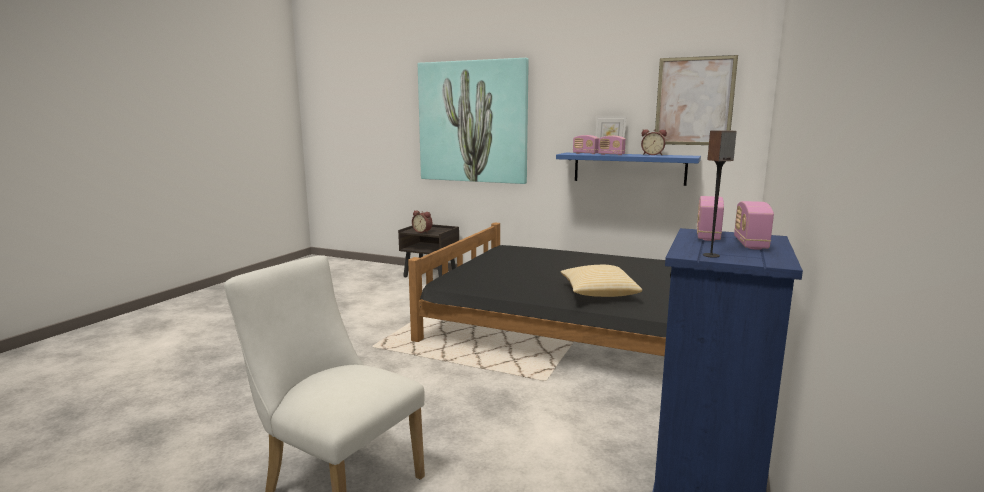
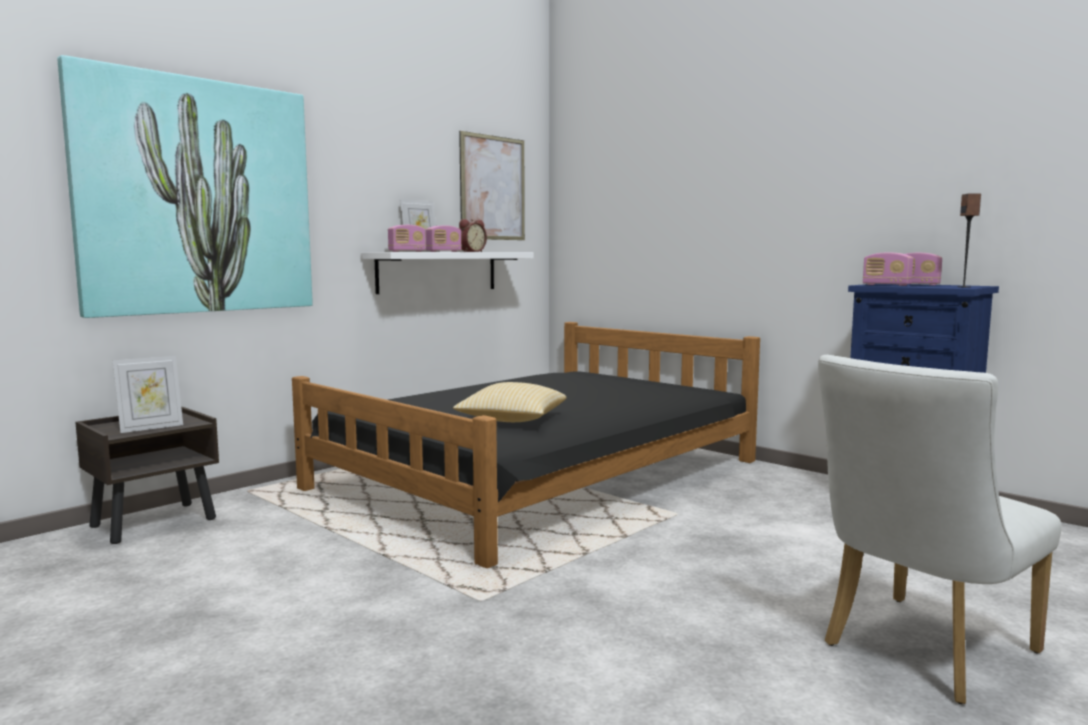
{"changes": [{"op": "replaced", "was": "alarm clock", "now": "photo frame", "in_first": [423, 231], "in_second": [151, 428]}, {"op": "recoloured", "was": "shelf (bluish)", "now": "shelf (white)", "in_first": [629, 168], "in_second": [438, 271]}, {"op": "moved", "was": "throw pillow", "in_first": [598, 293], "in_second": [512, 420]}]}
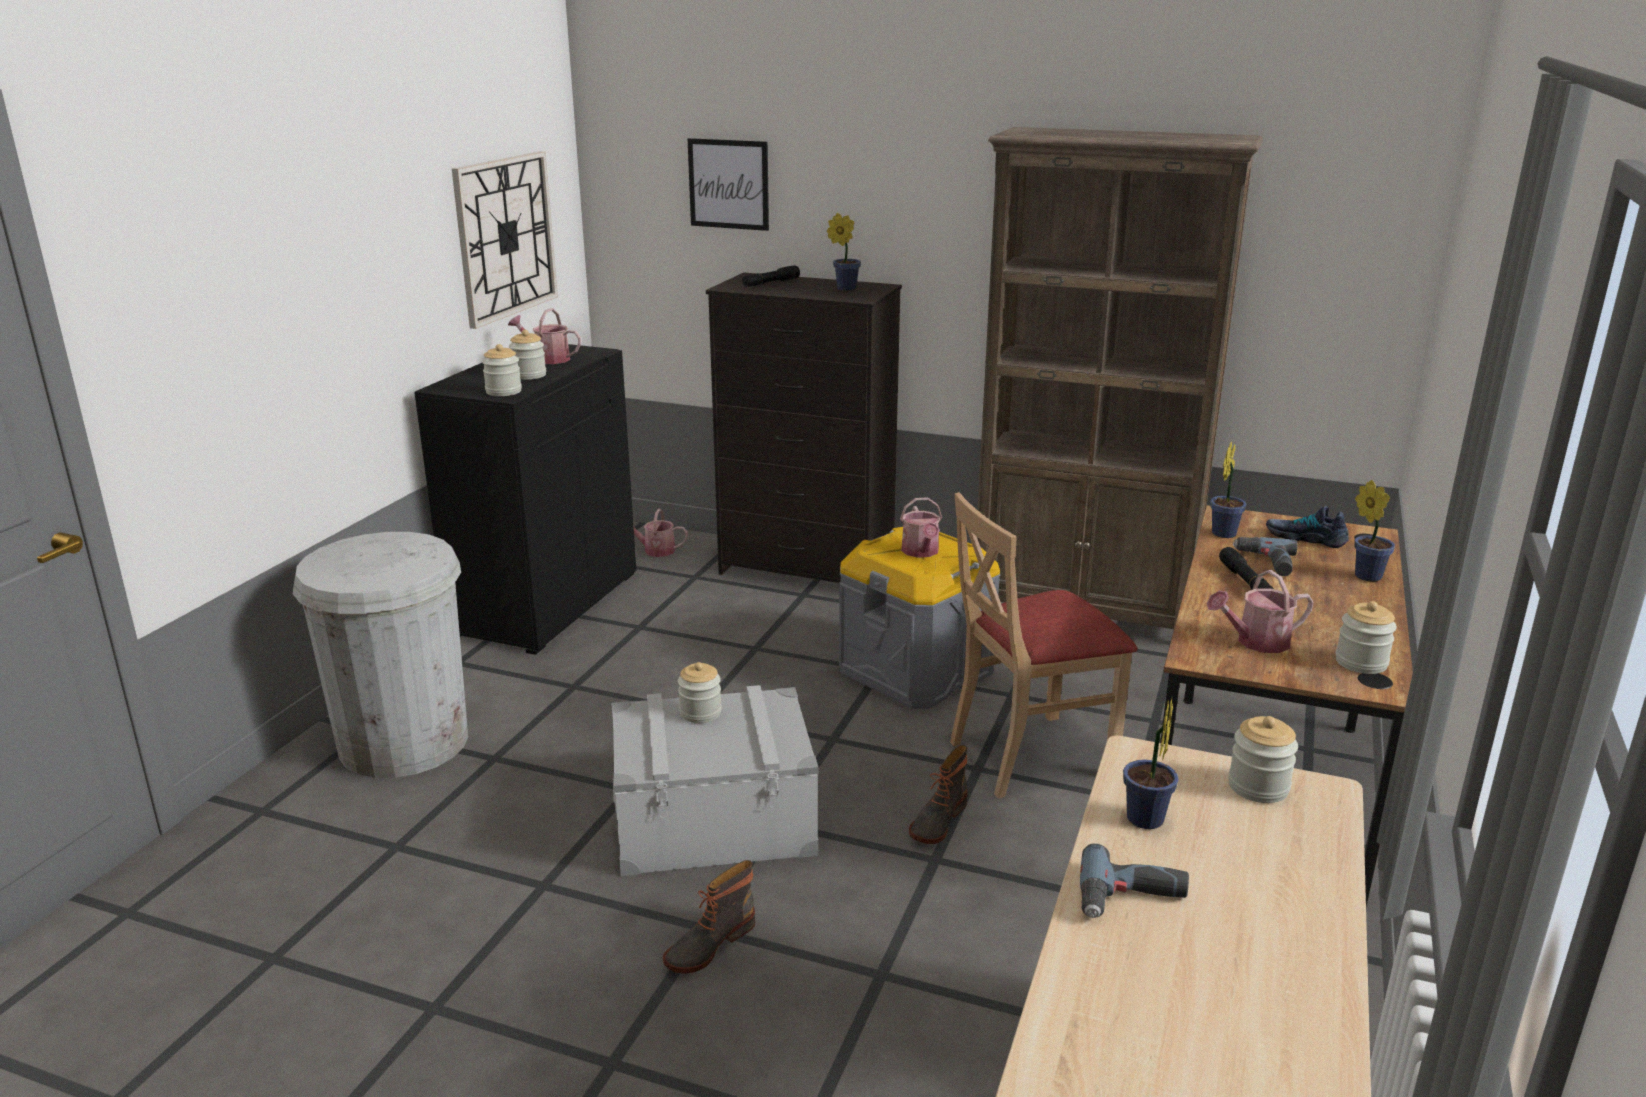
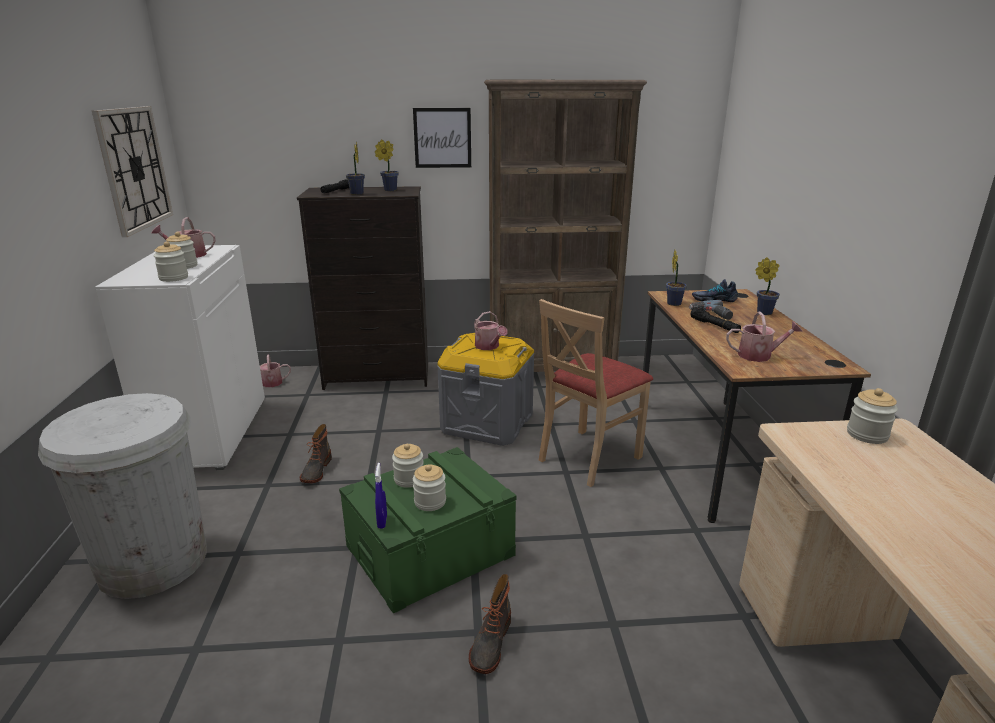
{"changes": [{"op": "recoloured", "was": "cabinet (black-coloured)", "now": "cabinet (white)", "in_first": [545, 603], "in_second": [209, 432]}, {"op": "recoloured", "was": "storage container (grey)", "now": "storage container (green)", "in_first": [714, 818], "in_second": [430, 550]}, {"op": "moved", "was": "wall art", "in_first": [729, 184], "in_second": [442, 138]}, {"op": "moved", "was": "high-top boot", "in_first": [937, 821], "in_second": [316, 470]}, {"op": "removed", "was": "power drill", "in_first": [1131, 900]}, {"op": "moved", "was": "plant in a pot", "in_first": [1144, 822], "in_second": [356, 194]}, {"op": "turned", "was": "sprinkling can", "in_first": [1256, 642], "in_second": [759, 355], "clockwise": -135}, {"op": "moved", "was": "storage jar", "in_first": [1361, 663], "in_second": [430, 502]}, {"op": "added", "now": "hand sprayer (bluish)", "in_second": [382, 521]}]}
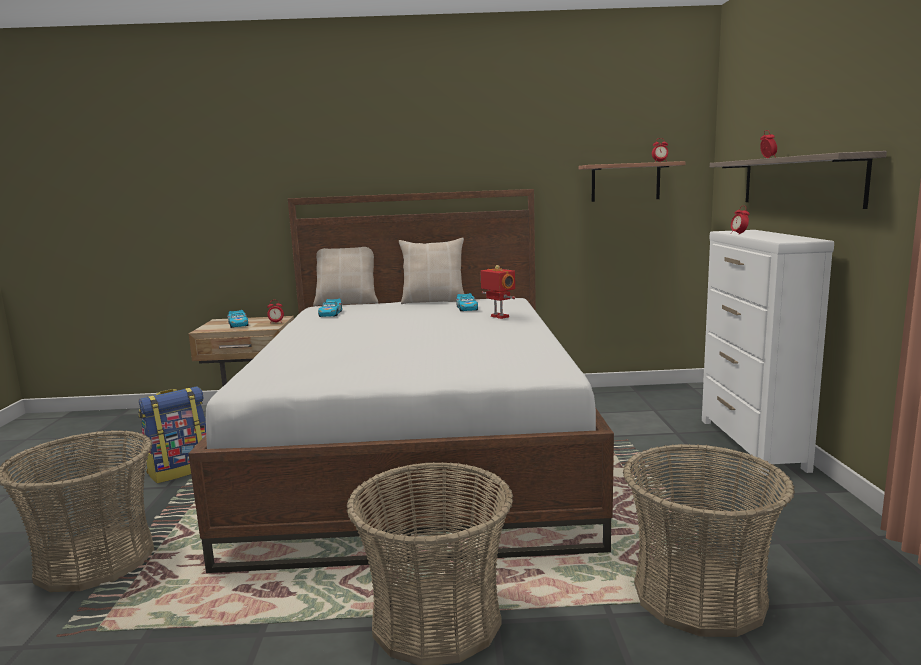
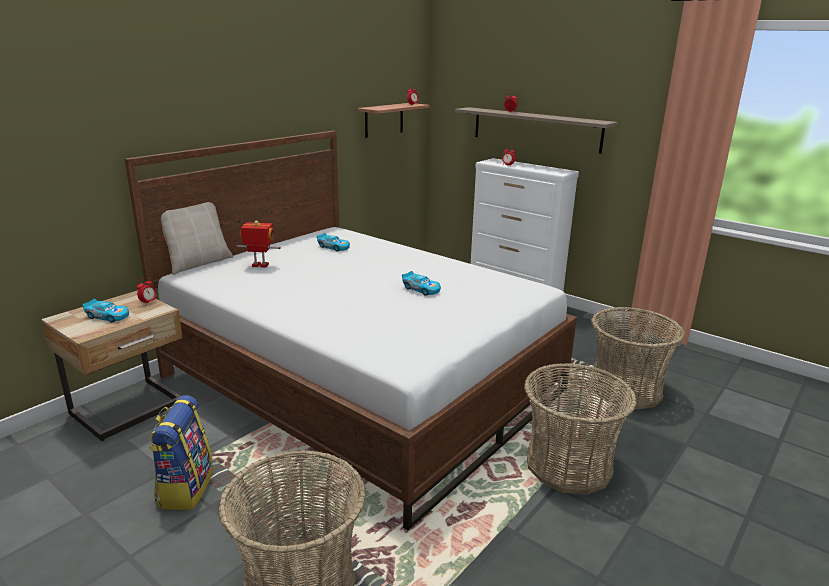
{"changes": [{"op": "moved", "was": "miniature car", "in_first": [330, 314], "in_second": [421, 289]}, {"op": "removed", "was": "throw pillow (beige-coloured)", "in_first": [434, 301]}, {"op": "moved", "was": "toy robot", "in_first": [498, 317], "in_second": [260, 265]}]}
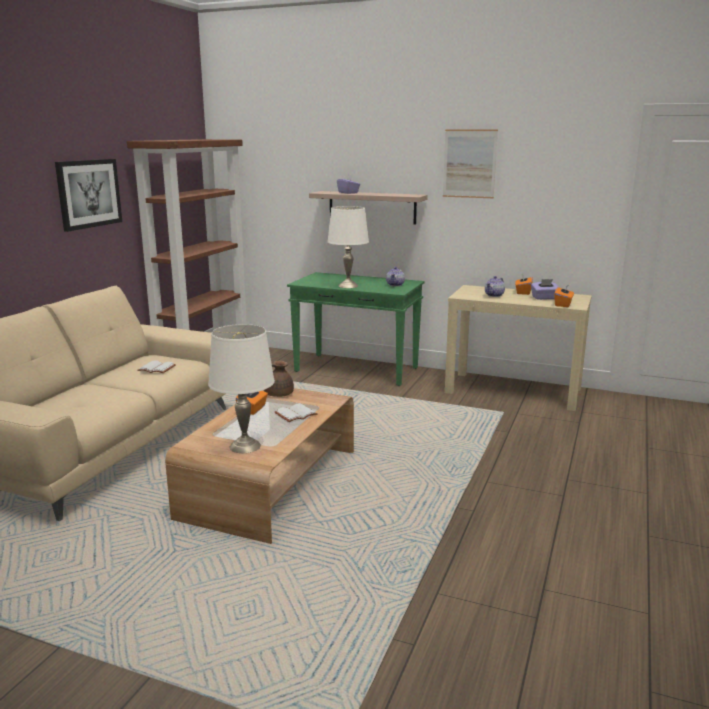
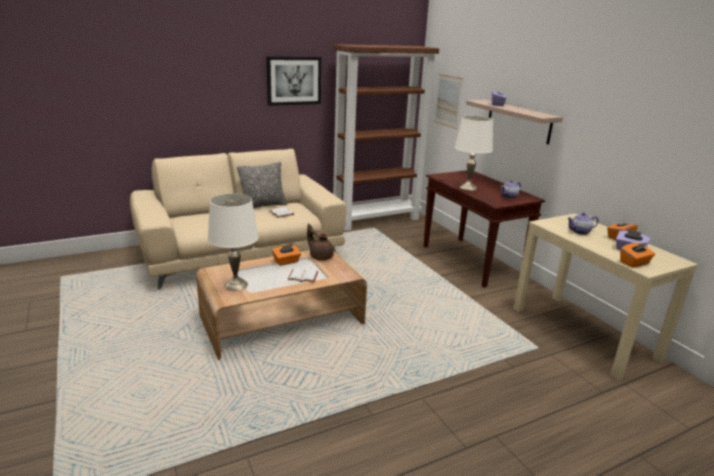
{"changes": [{"op": "recoloured", "was": "narrow table (green)", "now": "narrow table (brownish)", "in_first": [357, 370], "in_second": [472, 262]}, {"op": "moved", "was": "wall art", "in_first": [469, 164], "in_second": [448, 101]}, {"op": "added", "now": "throw pillow", "in_second": [263, 206]}]}
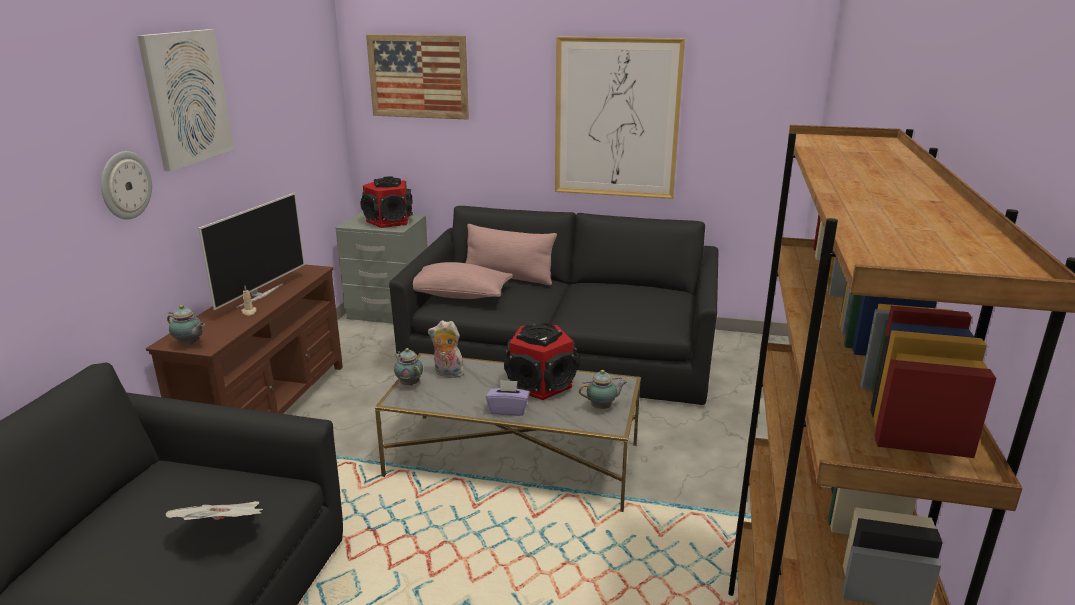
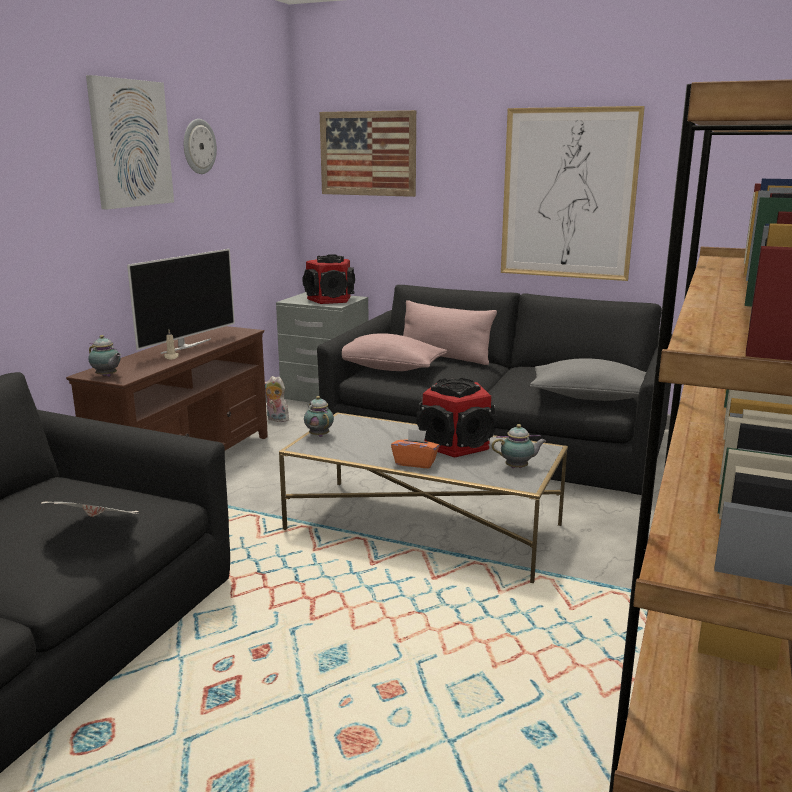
{"changes": [{"op": "moved", "was": "hanging clock", "in_first": [125, 185], "in_second": [198, 146]}, {"op": "moved", "was": "cuddly toy", "in_first": [447, 374], "in_second": [276, 419]}, {"op": "recoloured", "was": "tissue holder (purple-coloured)", "now": "tissue holder (orange-coloured)", "in_first": [508, 410], "in_second": [415, 463]}, {"op": "added", "now": "throw pillow (grey)", "in_second": [591, 397]}]}
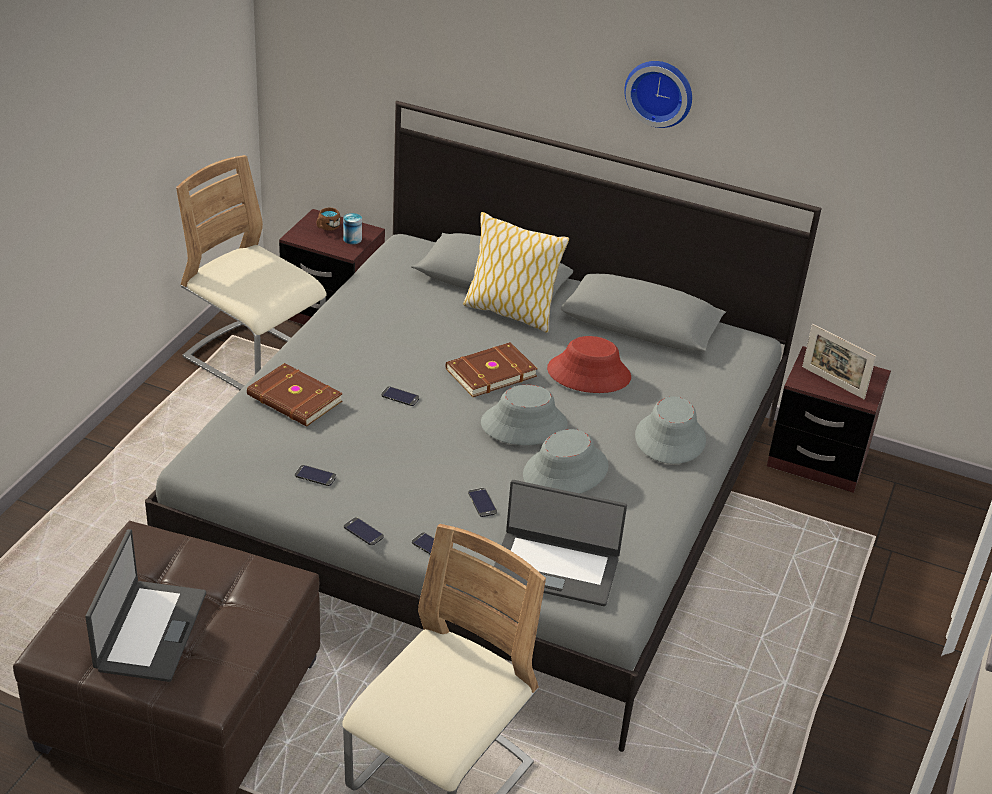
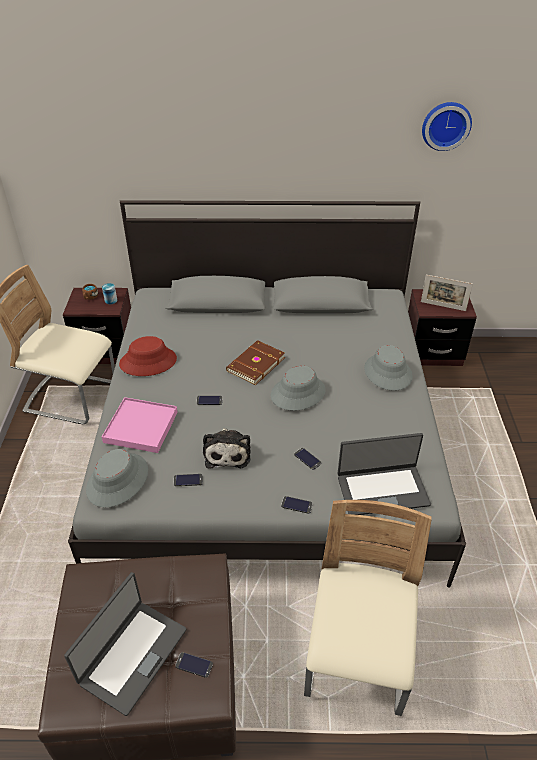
{"changes": [{"op": "turned", "was": "portable computer", "in_first": [149, 631], "in_second": [132, 655], "clockwise": 45}, {"op": "replaced", "was": "volume (brownish)", "now": "serving tray (pink-coloured)", "in_first": [294, 399], "in_second": [141, 427]}, {"op": "moved", "was": "phone", "in_first": [363, 531], "in_second": [194, 665]}, {"op": "removed", "was": "throw pillow", "in_first": [510, 312]}, {"op": "moved", "was": "wearable hat (grey)", "in_first": [565, 471], "in_second": [118, 480]}, {"op": "moved", "was": "wearable hat (reddish)", "in_first": [589, 373], "in_second": [148, 361]}, {"op": "moved", "was": "hanging clock", "in_first": [660, 92], "in_second": [445, 125]}, {"op": "added", "now": "cuddly toy", "in_second": [227, 452]}]}
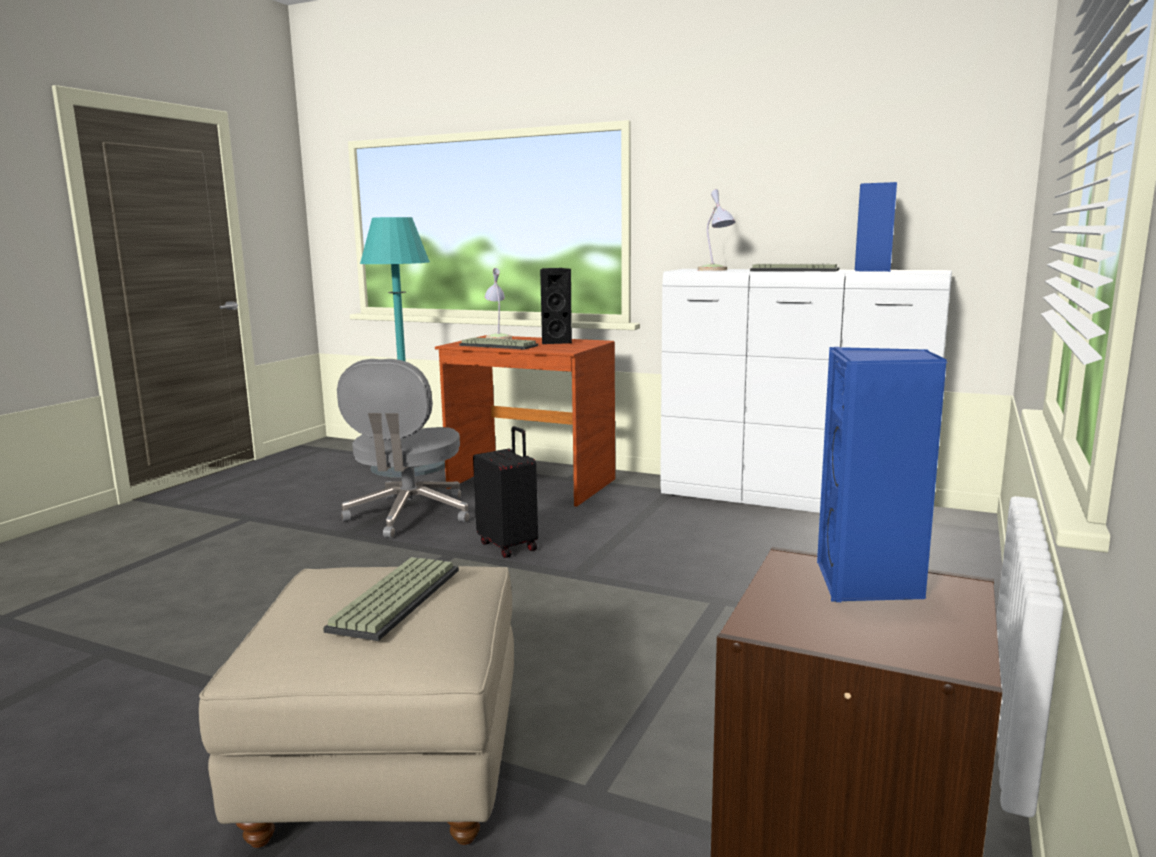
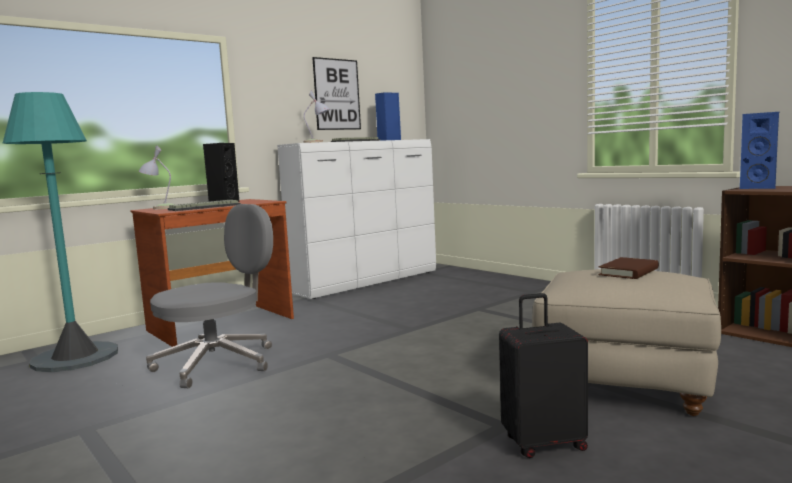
{"changes": [{"op": "replaced", "was": "PC keyboard", "now": "volume (brownish)", "in_first": [395, 598], "in_second": [629, 272]}, {"op": "turned", "was": "desk chair (grey)", "in_first": [409, 515], "in_second": [218, 363], "clockwise": -75}, {"op": "moved", "was": "suitcase (black-coloured)", "in_first": [509, 546], "in_second": [543, 443]}, {"op": "added", "now": "wall art", "in_second": [337, 94]}]}
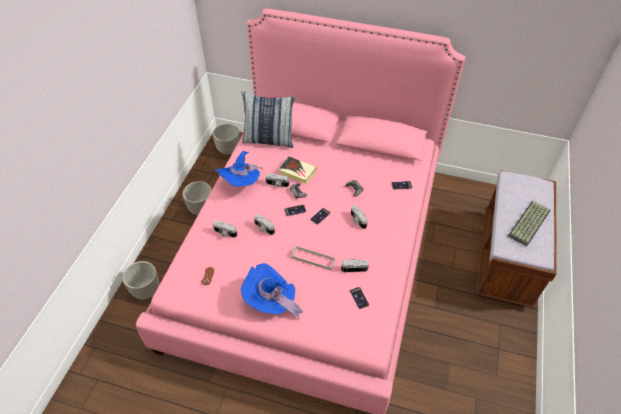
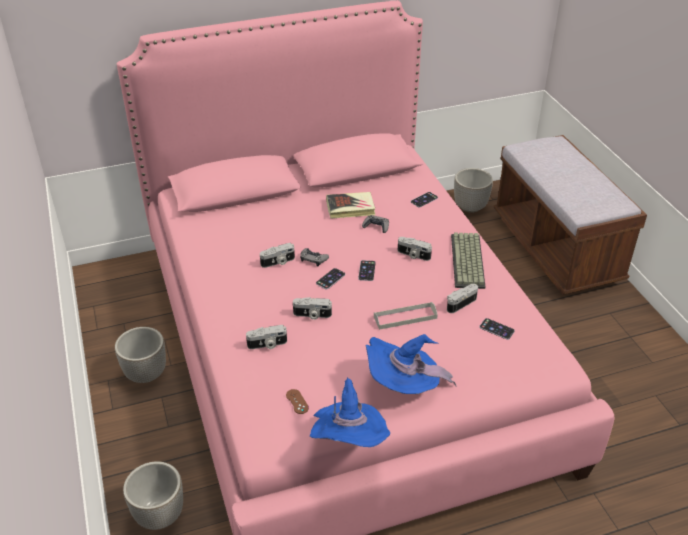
{"changes": [{"op": "moved", "was": "flower pot", "in_first": [228, 150], "in_second": [469, 207]}, {"op": "moved", "was": "wearable hat (bluish)", "in_first": [241, 184], "in_second": [349, 442]}, {"op": "removed", "was": "throw pillow", "in_first": [269, 140]}, {"op": "moved", "was": "volume", "in_first": [297, 172], "in_second": [350, 208]}, {"op": "moved", "was": "PC keyboard", "in_first": [530, 224], "in_second": [469, 261]}]}
